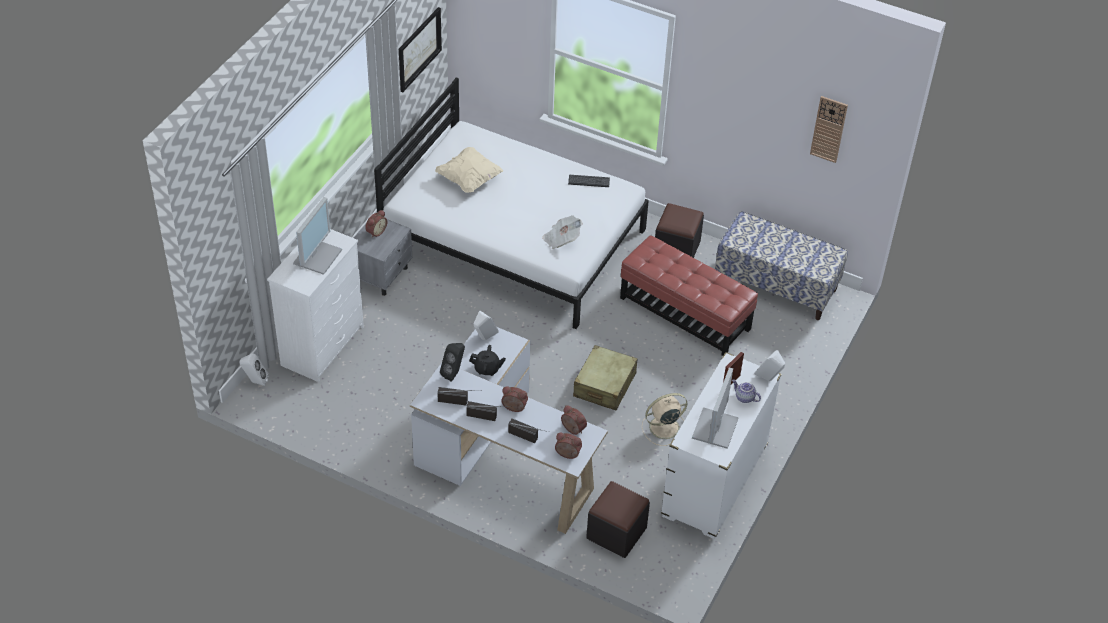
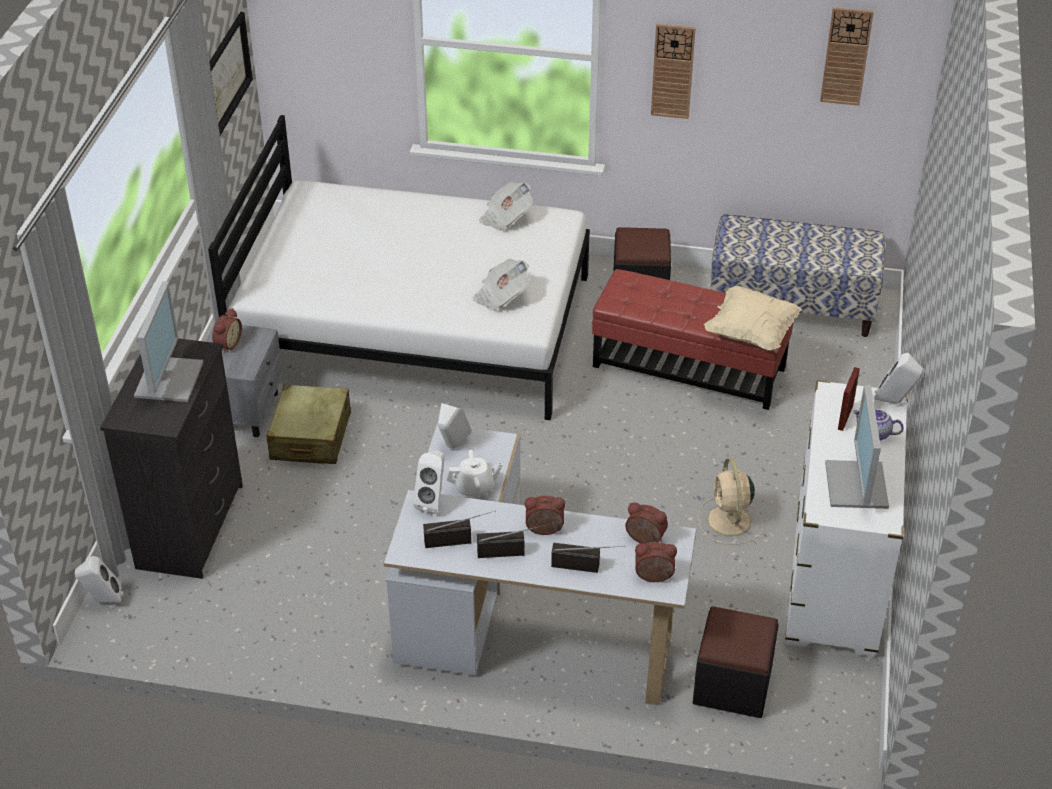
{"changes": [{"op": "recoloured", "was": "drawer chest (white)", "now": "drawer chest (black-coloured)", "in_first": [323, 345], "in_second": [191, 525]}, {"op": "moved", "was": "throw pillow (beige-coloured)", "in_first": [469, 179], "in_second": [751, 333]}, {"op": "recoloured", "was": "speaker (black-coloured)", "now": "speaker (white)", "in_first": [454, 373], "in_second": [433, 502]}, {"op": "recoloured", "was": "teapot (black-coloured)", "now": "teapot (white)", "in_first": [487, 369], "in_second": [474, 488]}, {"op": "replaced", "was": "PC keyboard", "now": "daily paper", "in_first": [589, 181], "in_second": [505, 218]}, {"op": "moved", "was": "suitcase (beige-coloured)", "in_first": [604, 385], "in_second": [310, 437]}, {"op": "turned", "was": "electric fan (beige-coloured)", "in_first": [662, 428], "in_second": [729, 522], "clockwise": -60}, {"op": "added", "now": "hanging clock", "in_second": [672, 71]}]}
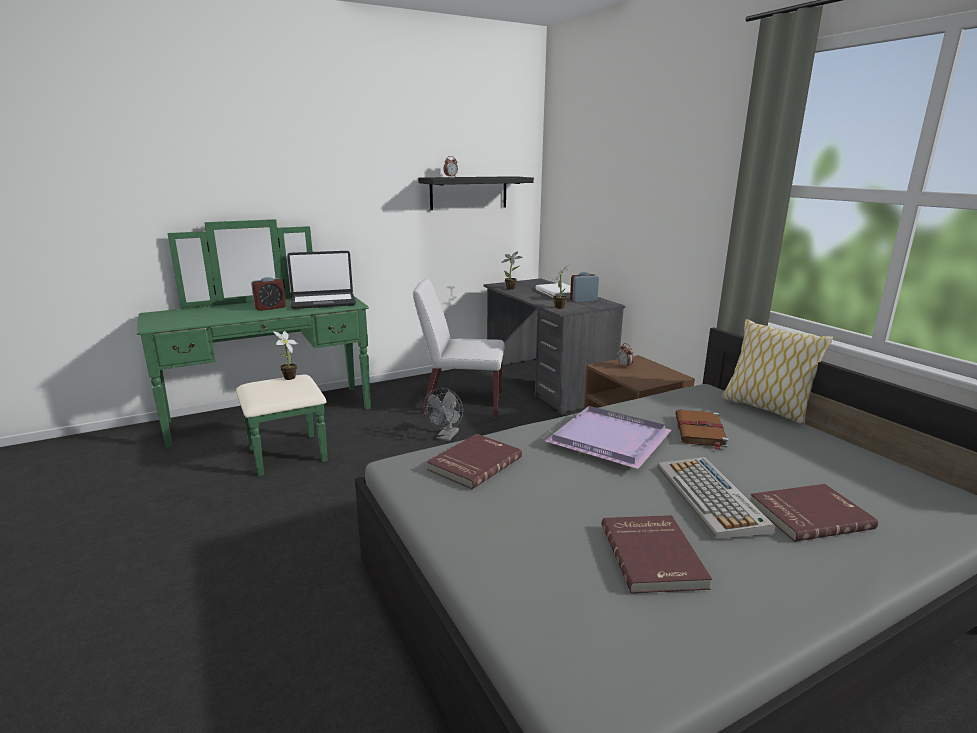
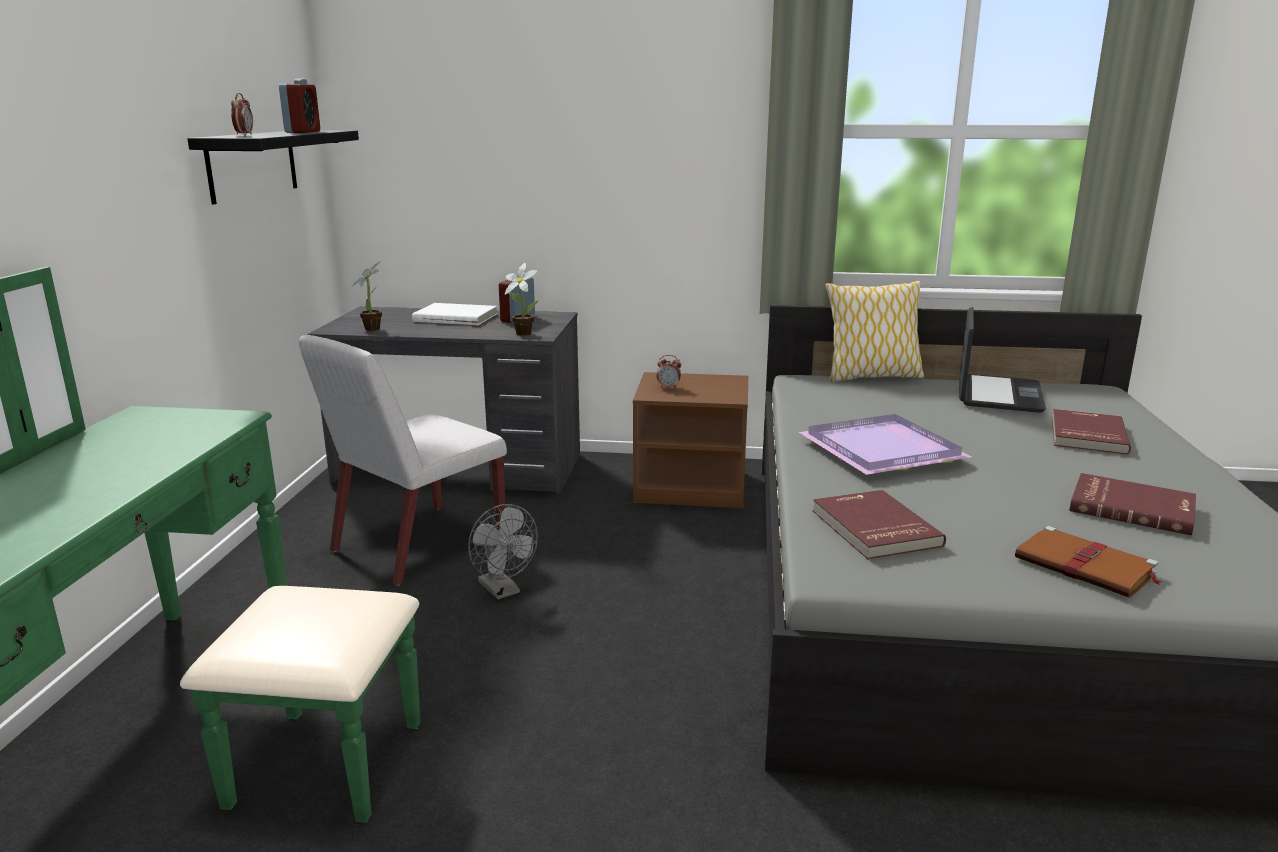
{"changes": [{"op": "moved", "was": "alarm clock", "in_first": [270, 308], "in_second": [303, 132]}, {"op": "removed", "was": "plant in a pot", "in_first": [288, 378]}, {"op": "moved", "was": "portable computer", "in_first": [323, 302], "in_second": [997, 395]}, {"op": "removed", "was": "PC keyboard", "in_first": [711, 498]}, {"op": "moved", "was": "volume (brownish)", "in_first": [700, 431], "in_second": [1086, 567]}]}
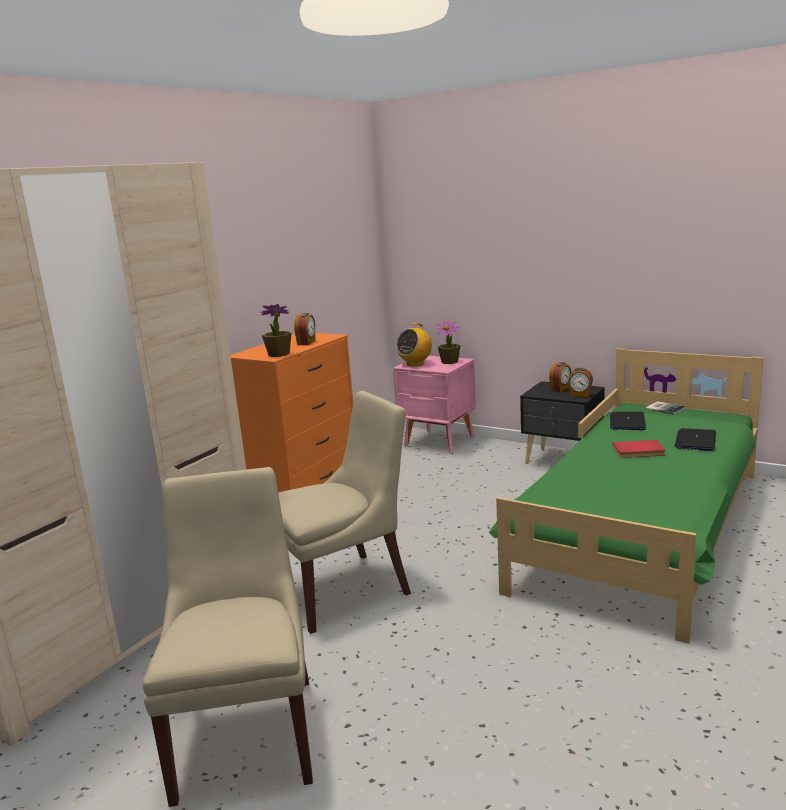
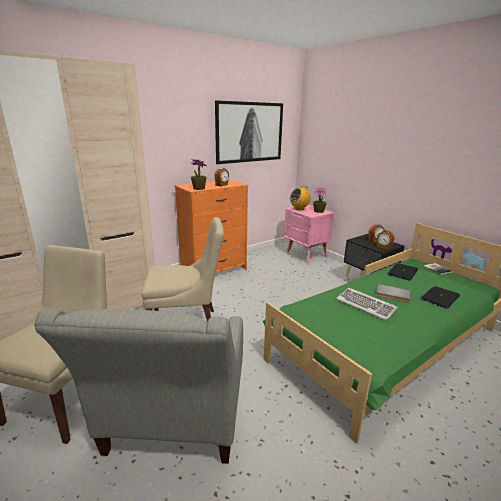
{"changes": [{"op": "recoloured", "was": "volume (reddish)", "now": "volume (grey)", "in_first": [639, 451], "in_second": [392, 295]}, {"op": "added", "now": "armchair (grey)", "in_second": [174, 423]}, {"op": "added", "now": "wall art", "in_second": [249, 132]}, {"op": "added", "now": "PC keyboard", "in_second": [366, 305]}]}
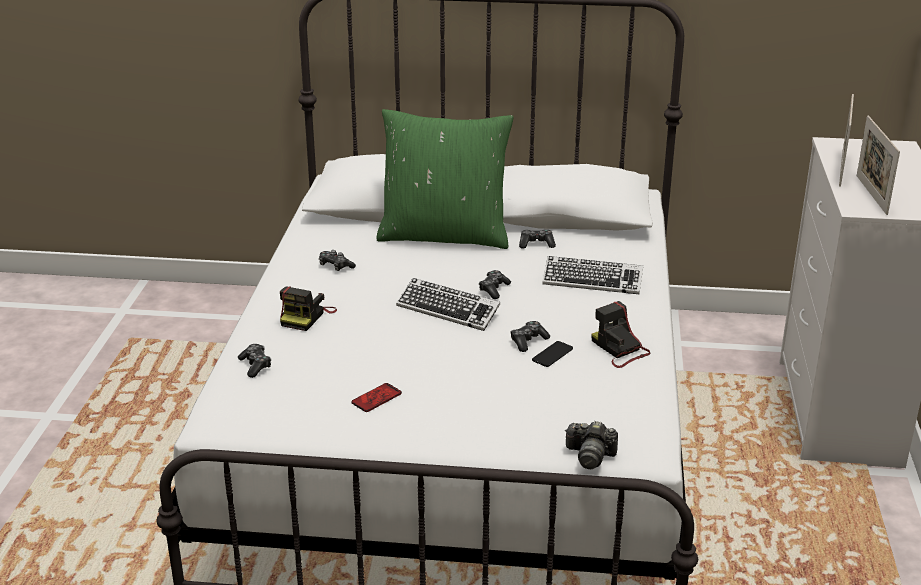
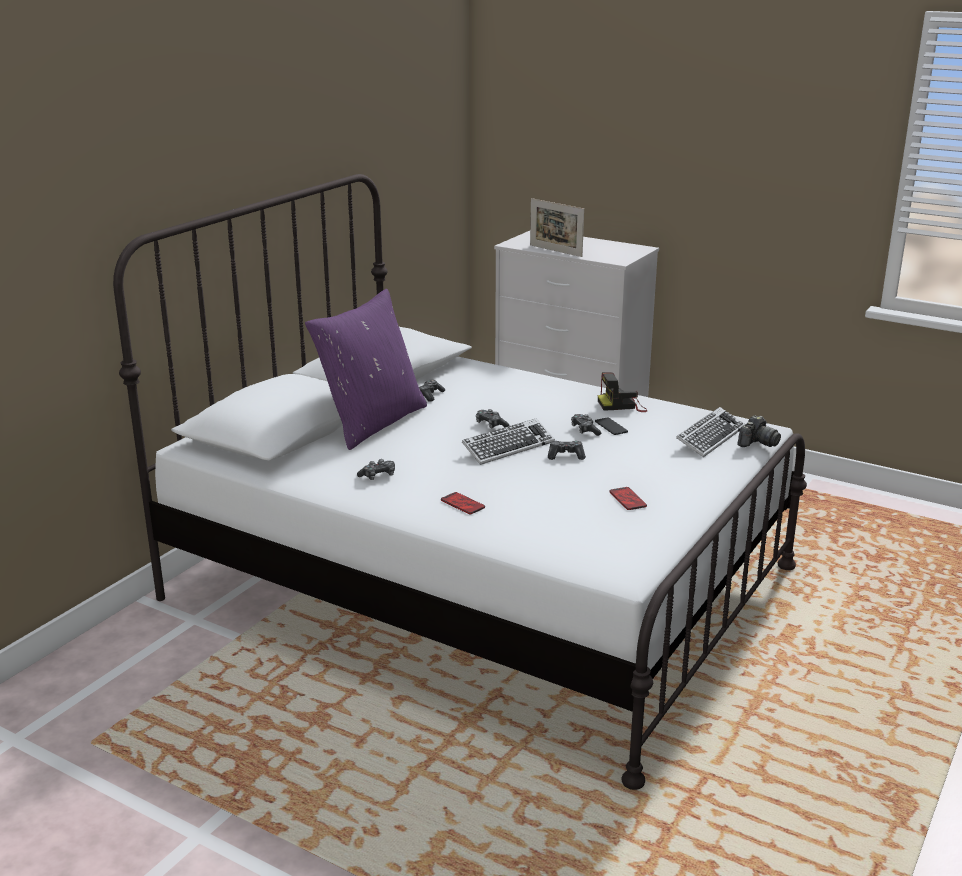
{"changes": [{"op": "moved", "was": "game controller", "in_first": [255, 365], "in_second": [566, 455]}, {"op": "replaced", "was": "photo camera", "now": "phone", "in_first": [306, 316], "in_second": [462, 504]}, {"op": "recoloured", "was": "throw pillow (green)", "now": "throw pillow (purple-coloured)", "in_first": [444, 235], "in_second": [372, 423]}, {"op": "moved", "was": "PC keyboard", "in_first": [592, 281], "in_second": [710, 437]}, {"op": "removed", "was": "photo frame", "in_first": [871, 195]}]}
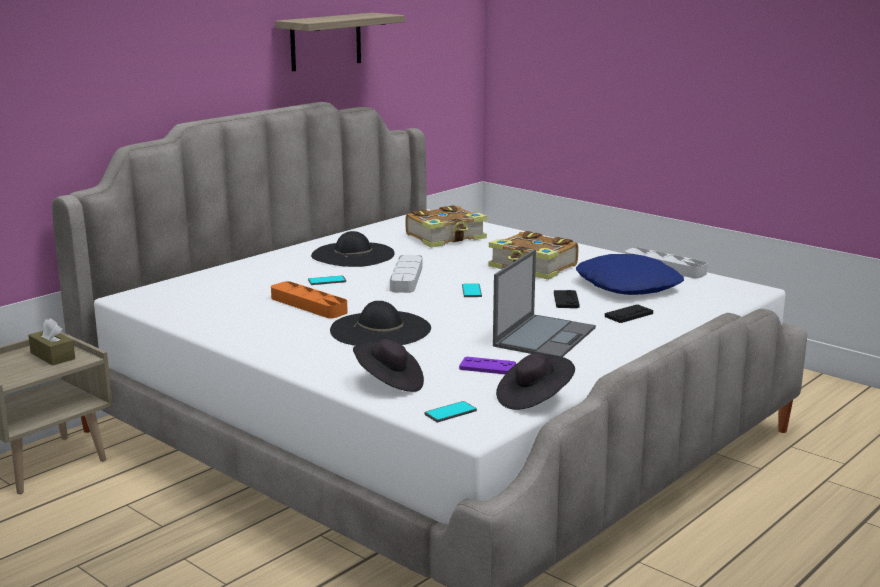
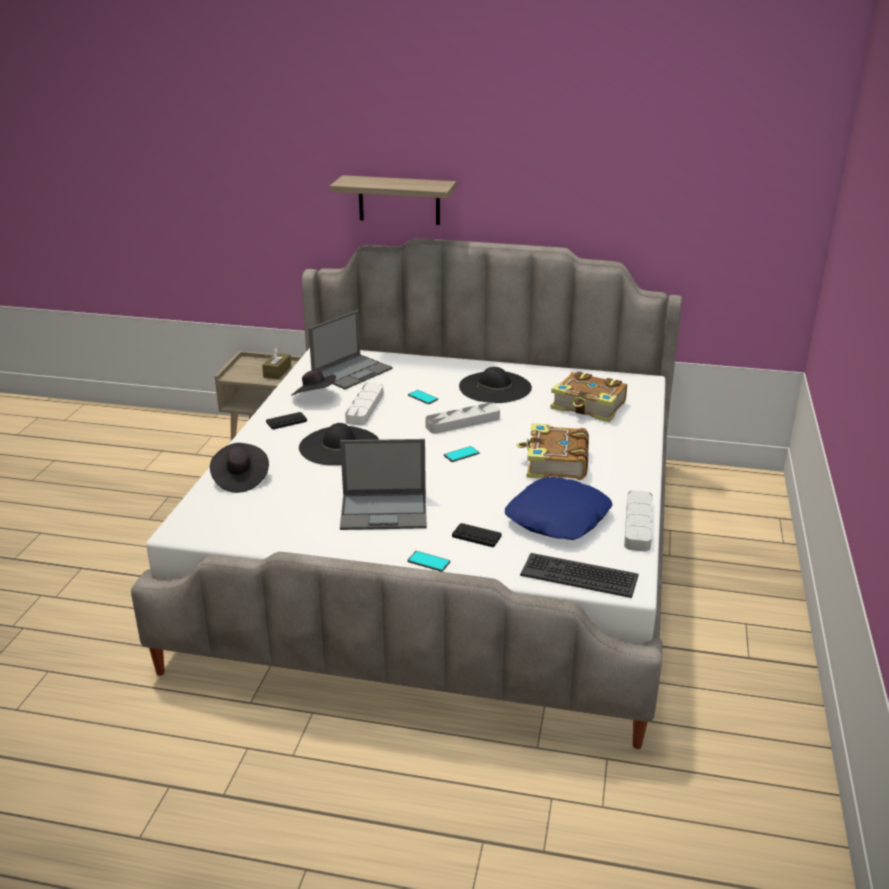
{"changes": [{"op": "recoloured", "was": "serving tray (orange-coloured)", "now": "serving tray (white)", "in_first": [308, 305], "in_second": [365, 407]}, {"op": "moved", "was": "shelf", "in_first": [326, 41], "in_second": [399, 200]}, {"op": "moved", "was": "phone", "in_first": [450, 412], "in_second": [428, 562]}, {"op": "removed", "was": "game controller (purple-coloured)", "in_first": [487, 367]}, {"op": "moved", "was": "wearable hat (black-coloured)", "in_first": [534, 399], "in_second": [315, 397]}, {"op": "moved", "was": "game controller (black-coloured)", "in_first": [566, 300], "in_second": [286, 421]}, {"op": "added", "now": "portable computer", "in_second": [352, 371]}, {"op": "added", "now": "PC keyboard", "in_second": [579, 575]}]}
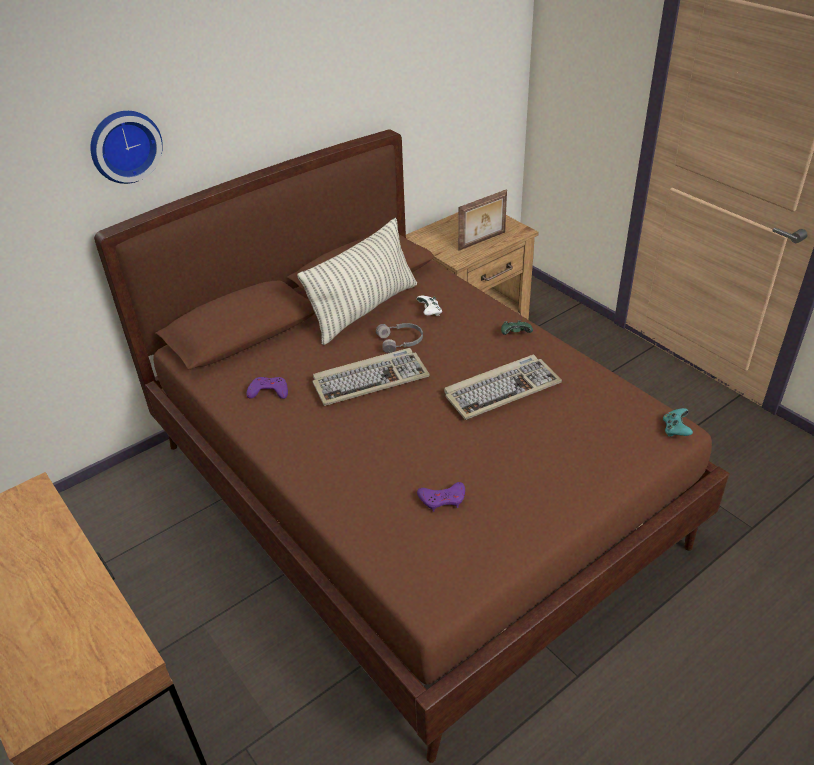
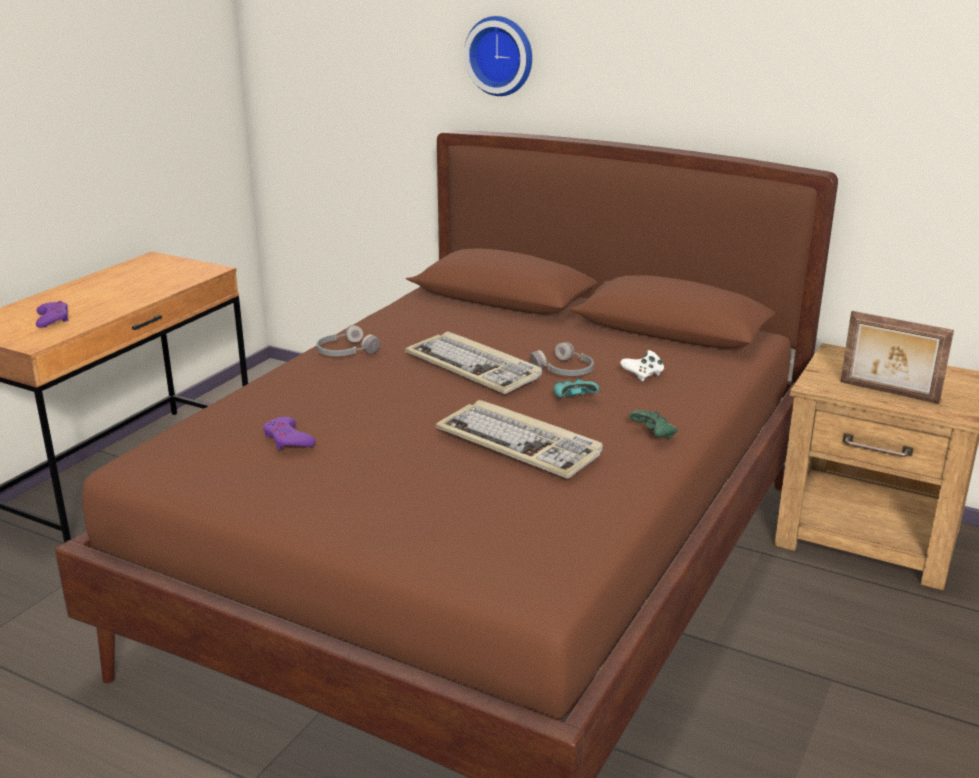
{"changes": [{"op": "moved", "was": "game controller (purple-coloured)", "in_first": [268, 391], "in_second": [53, 319]}, {"op": "removed", "was": "throw pillow", "in_first": [364, 310]}, {"op": "moved", "was": "game controller (turquoise-coloured)", "in_first": [675, 430], "in_second": [573, 399]}, {"op": "added", "now": "pair of headphones (grey)", "in_second": [345, 352]}]}
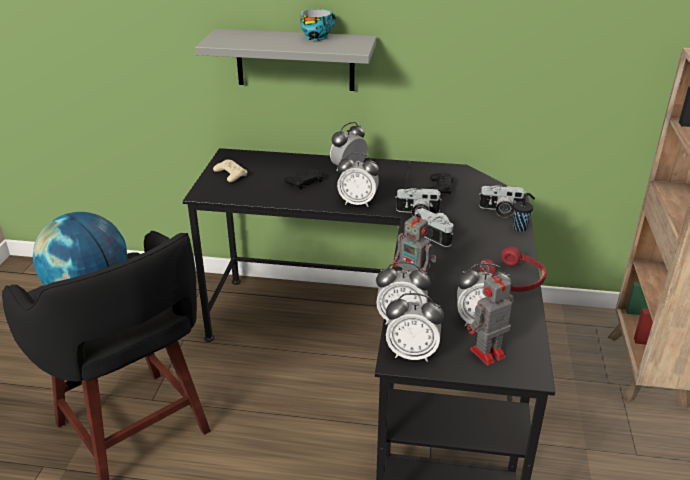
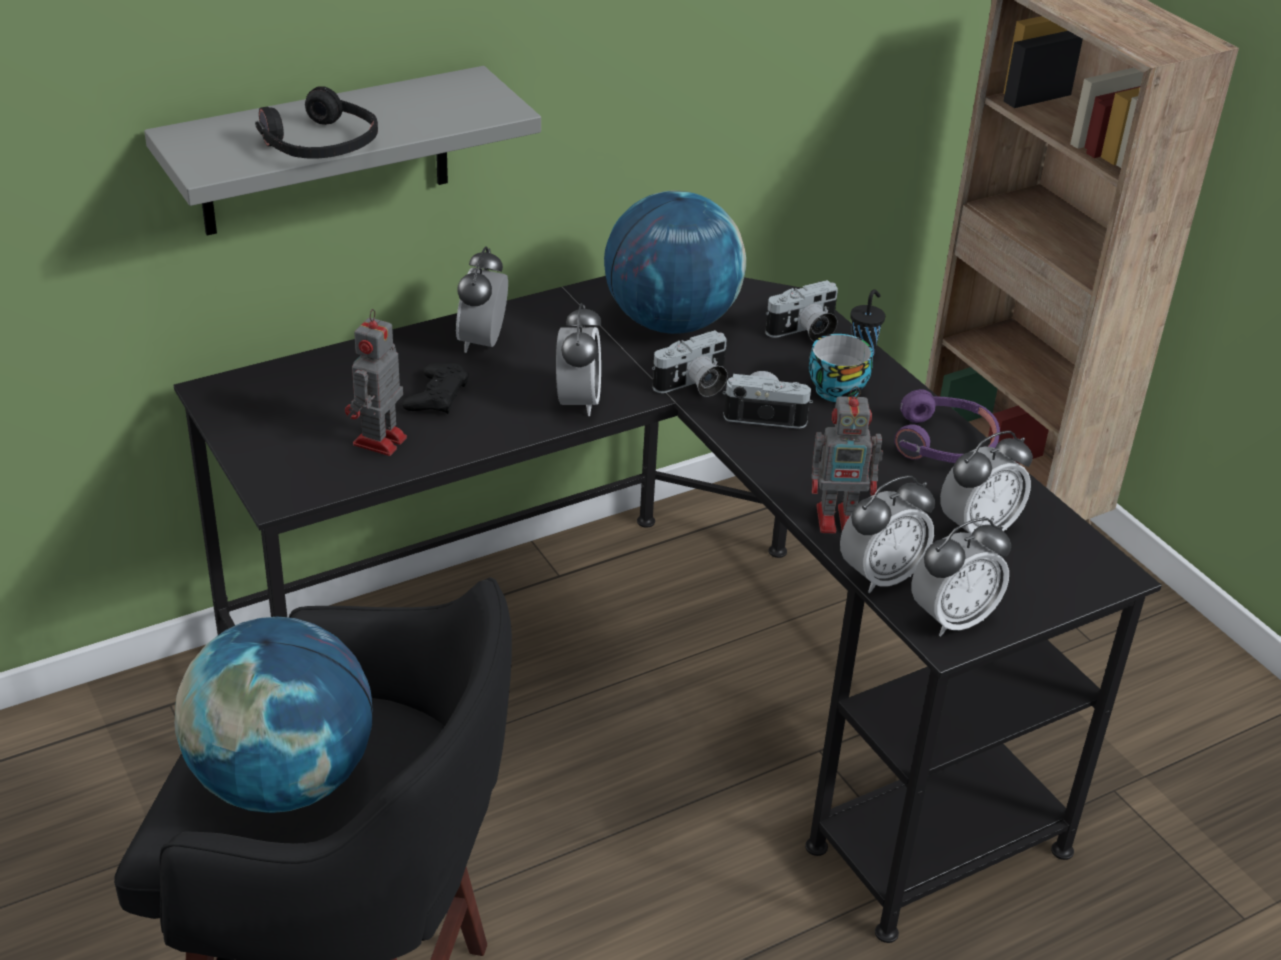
{"changes": [{"op": "removed", "was": "game controller (beige-coloured)", "in_first": [230, 174]}, {"op": "moved", "was": "cup", "in_first": [317, 37], "in_second": [836, 388]}, {"op": "turned", "was": "alarm clock", "in_first": [357, 202], "in_second": [578, 402], "clockwise": -60}, {"op": "replaced", "was": "game controller (black-coloured)", "now": "desk globe", "in_first": [440, 187], "in_second": [671, 322]}, {"op": "moved", "was": "toy robot", "in_first": [486, 354], "in_second": [378, 442]}, {"op": "recoloured", "was": "pair of headphones (reddish)", "now": "pair of headphones (purple-coloured)", "in_first": [512, 279], "in_second": [945, 443]}, {"op": "added", "now": "pair of headphones (black-coloured)", "in_second": [320, 145]}]}
